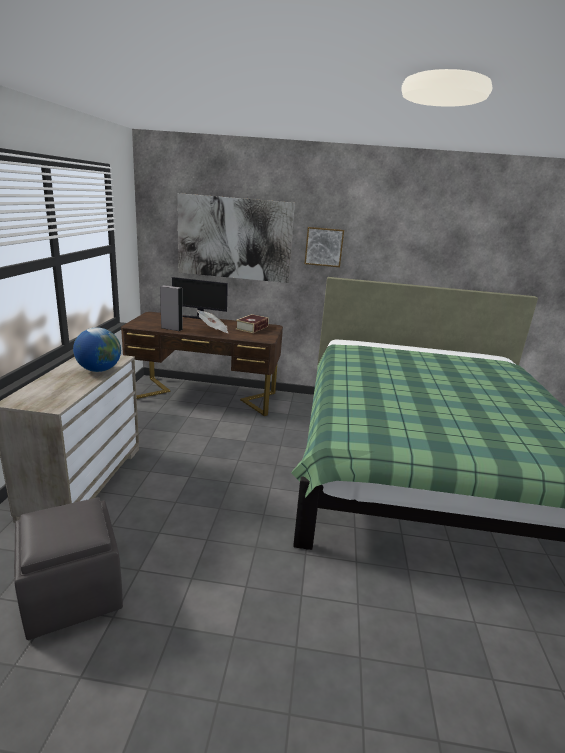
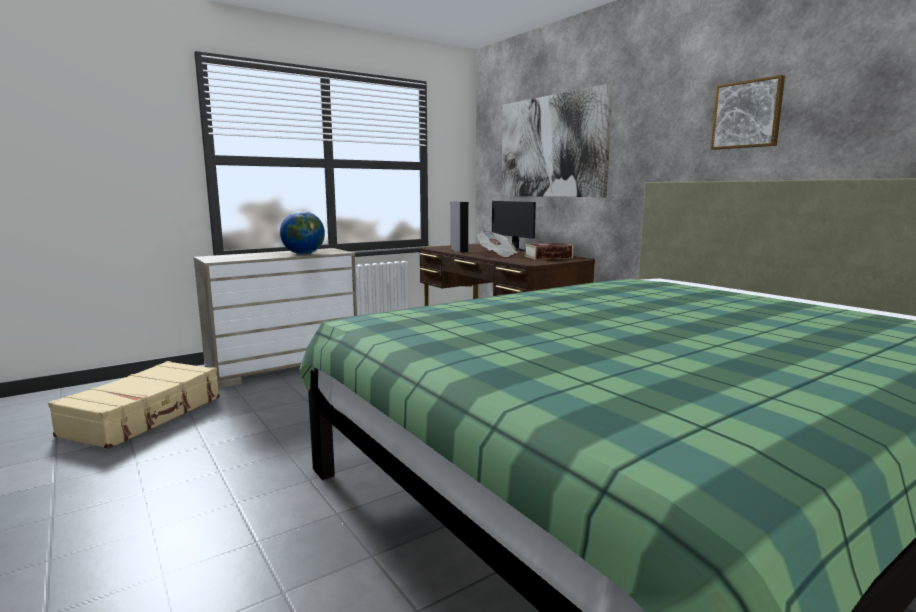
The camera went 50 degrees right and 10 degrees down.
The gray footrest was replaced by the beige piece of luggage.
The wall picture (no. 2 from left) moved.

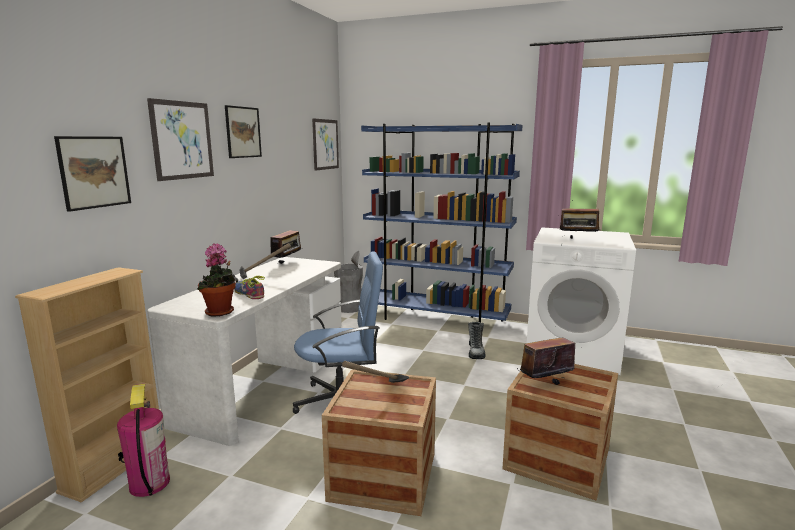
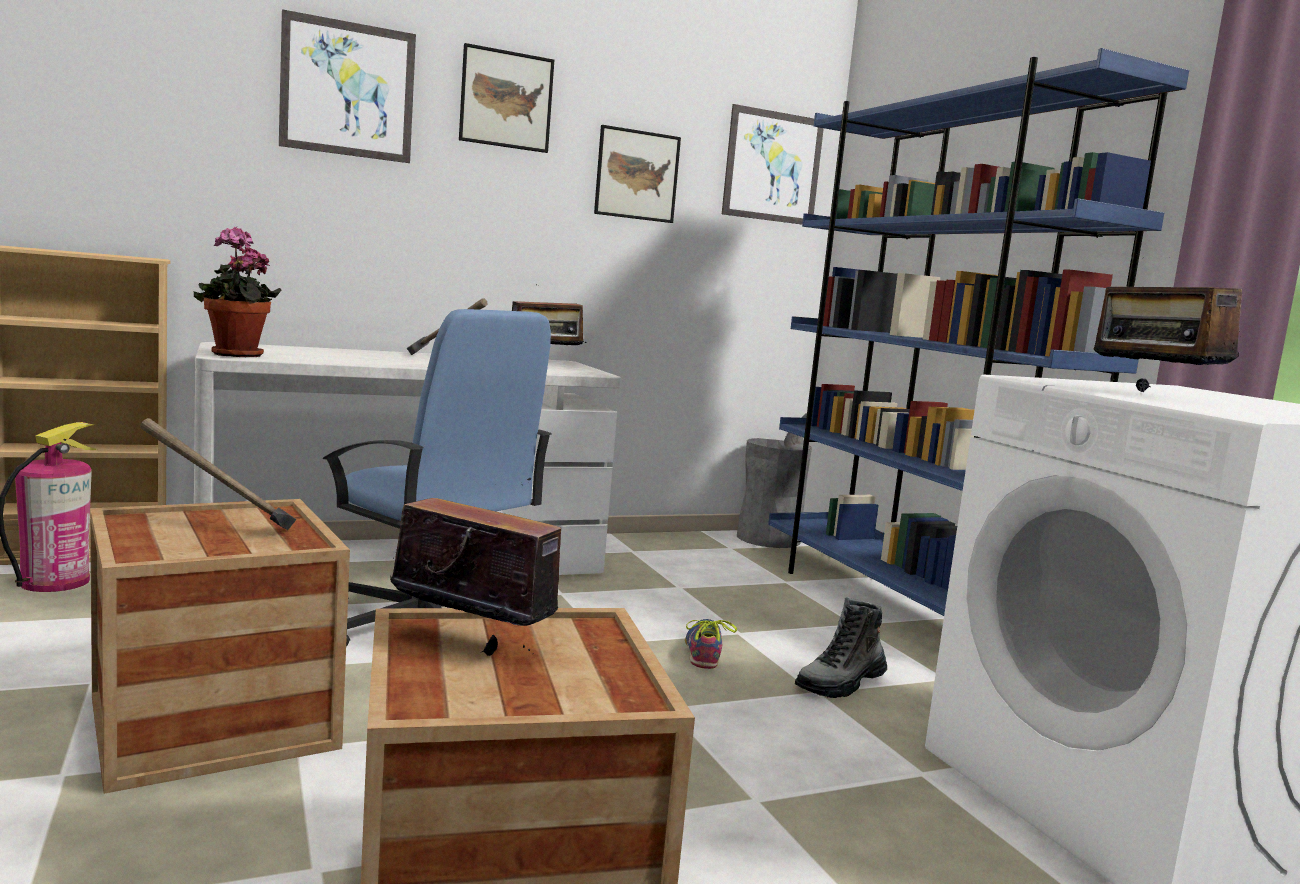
The camera went 45 degrees right and 5 degrees down.
The wall picture (no. 1 from left in the first image) moved.
The low shoe moved.

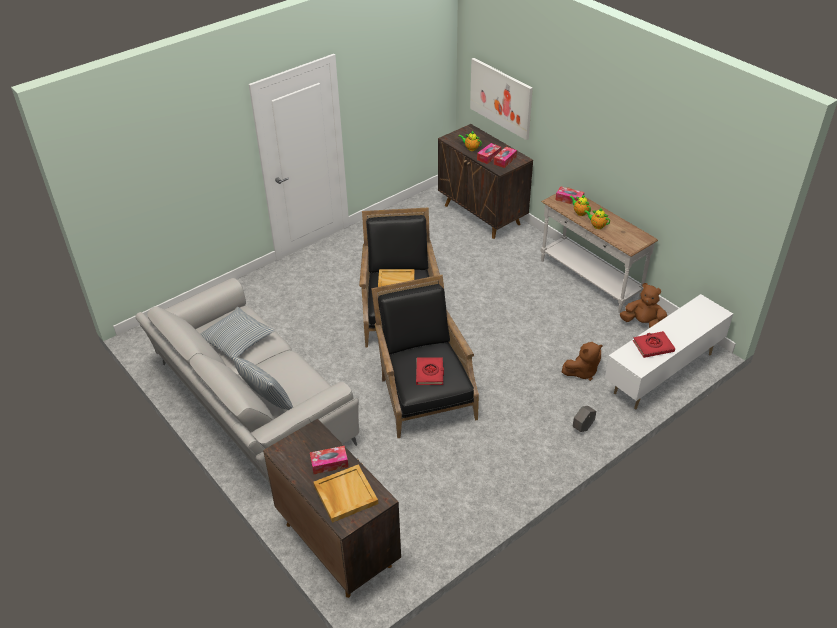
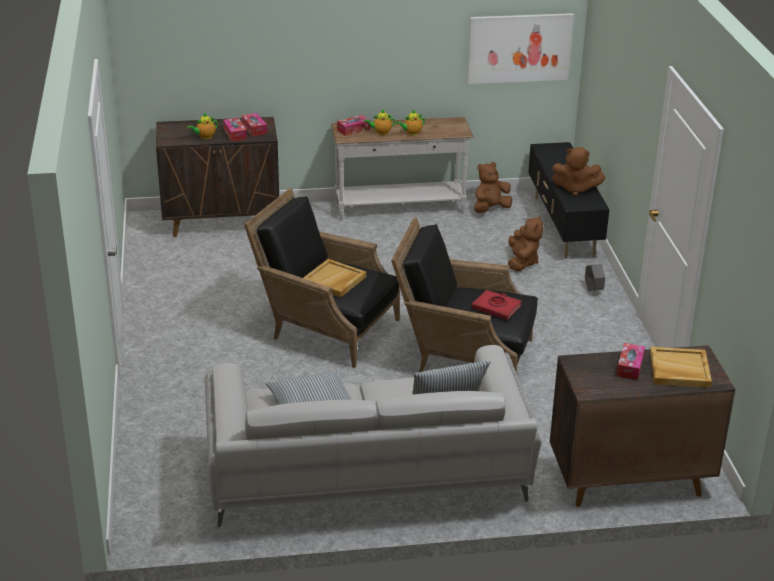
The camera went 60 degrees left and 10 degrees down.
The wall picture moved.
The white-coloured tv stand became the black-coloured tv stand.
The red-coloured book (no. 2 from left) was replaced by the brown plush toy (no. 3 from left).

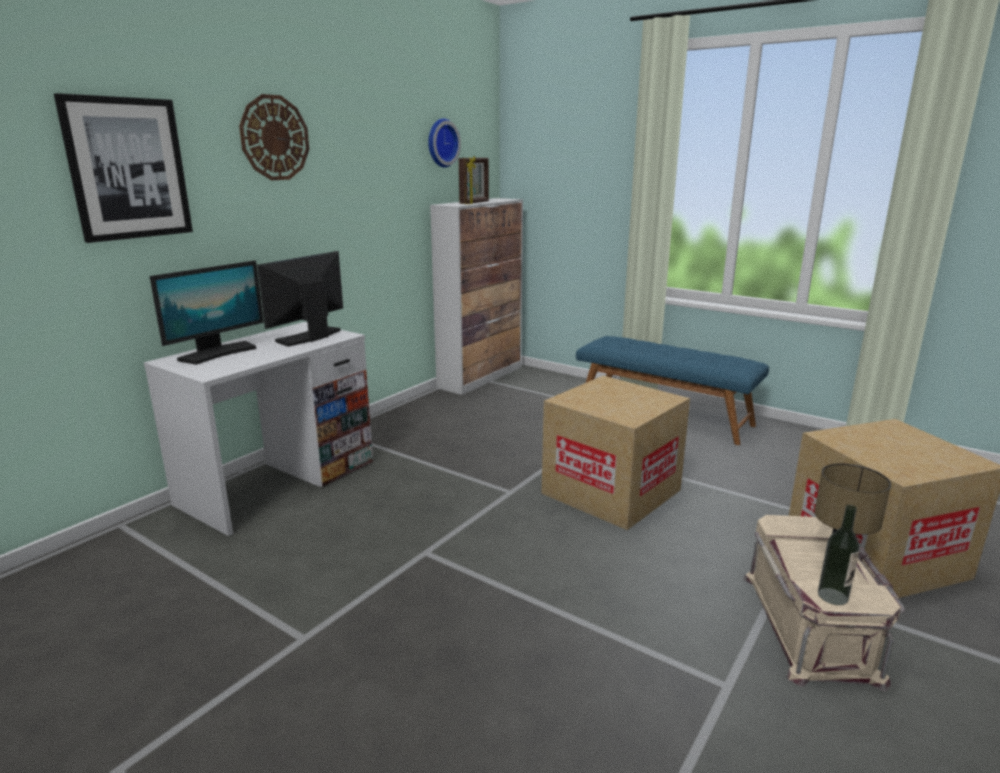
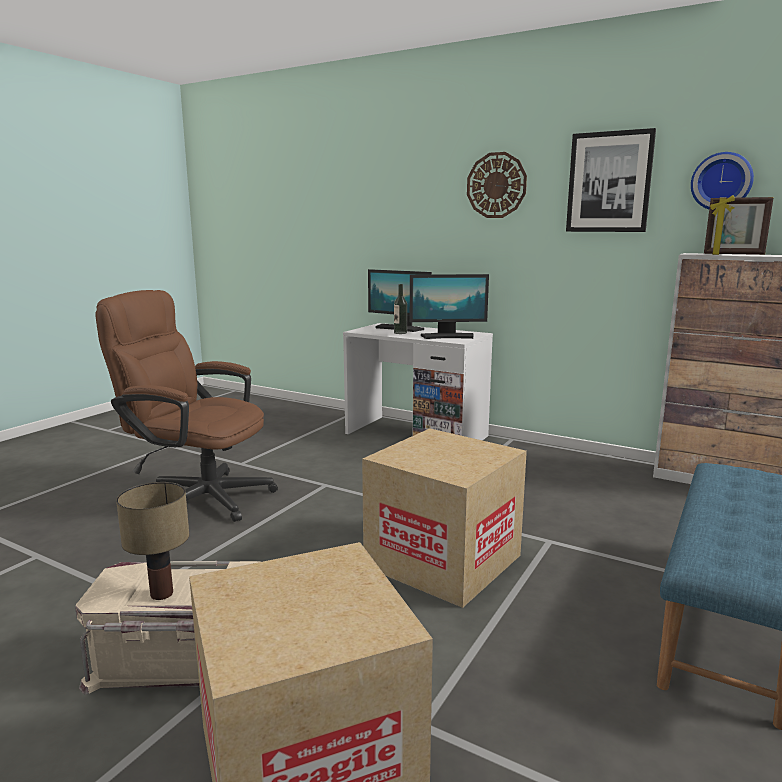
The camera went 85 degrees right and 5 degrees down.
The wall picture moved.
The computer display (no. 2 from left) turned 150 degrees clockwise.
The beverage bottle moved.
The brown computer chair appeared.

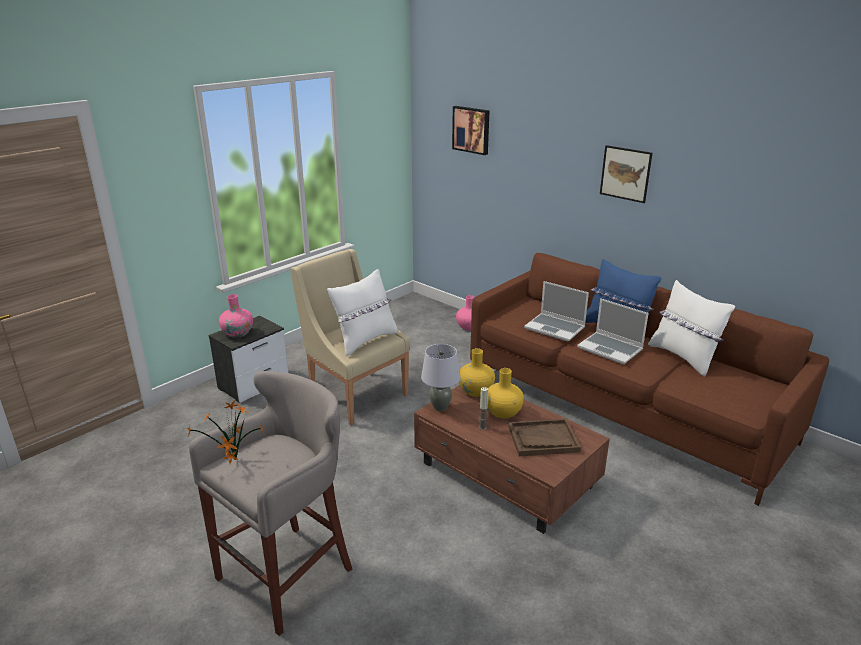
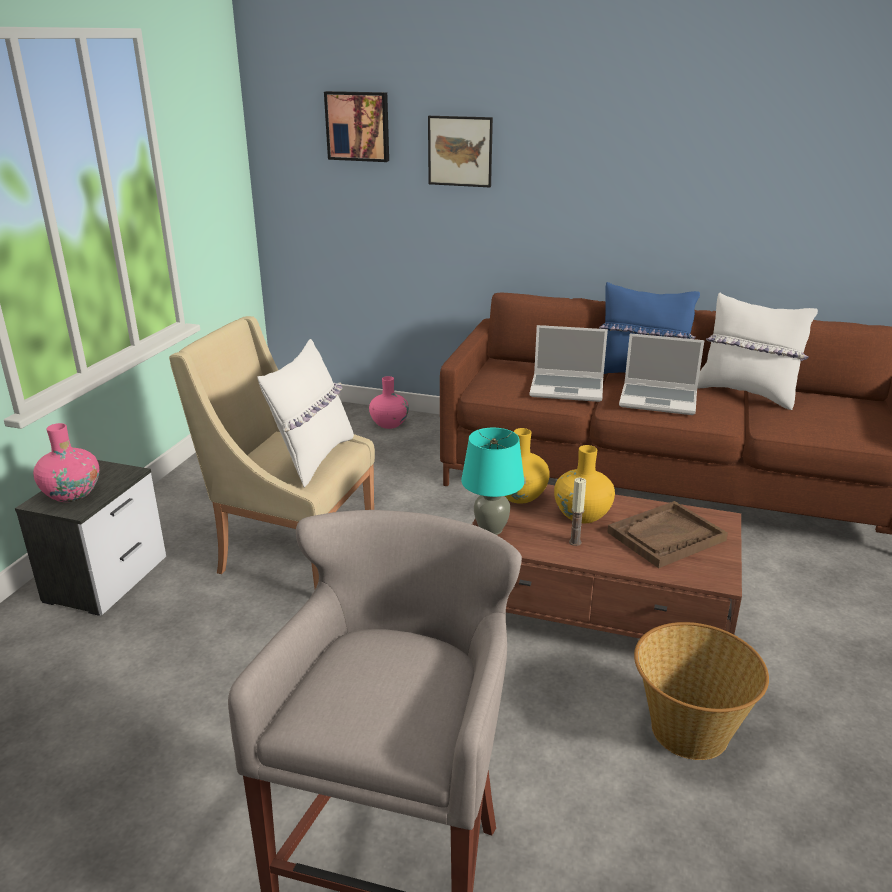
The camera went 25 degrees left and 0 degrees up.
The plant in a pot disappeared.
The gray table lamp became the turquoise table lamp.
The wall picture (no. 2 from left) moved.
The storage basket appeared.

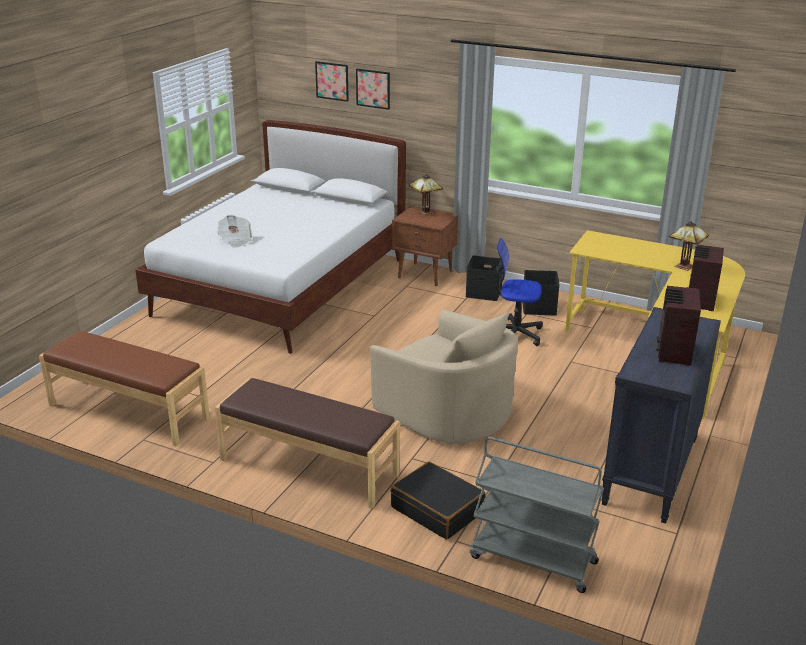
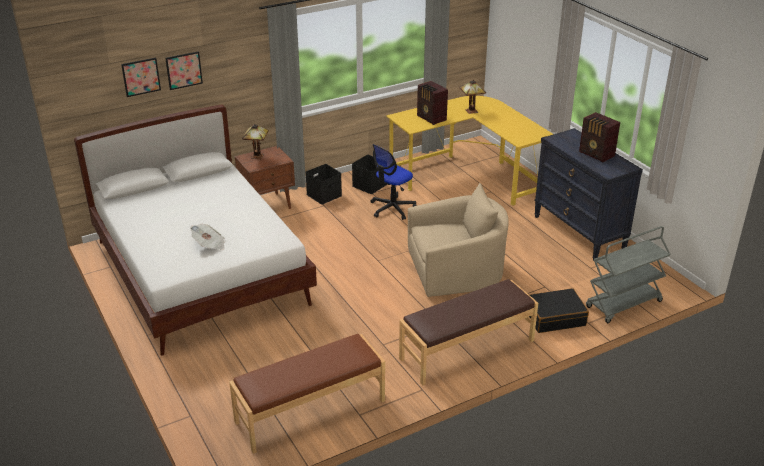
The camera went 55 degrees left and 5 degrees up.
The radio (no. 2 from left in the first image) moved.

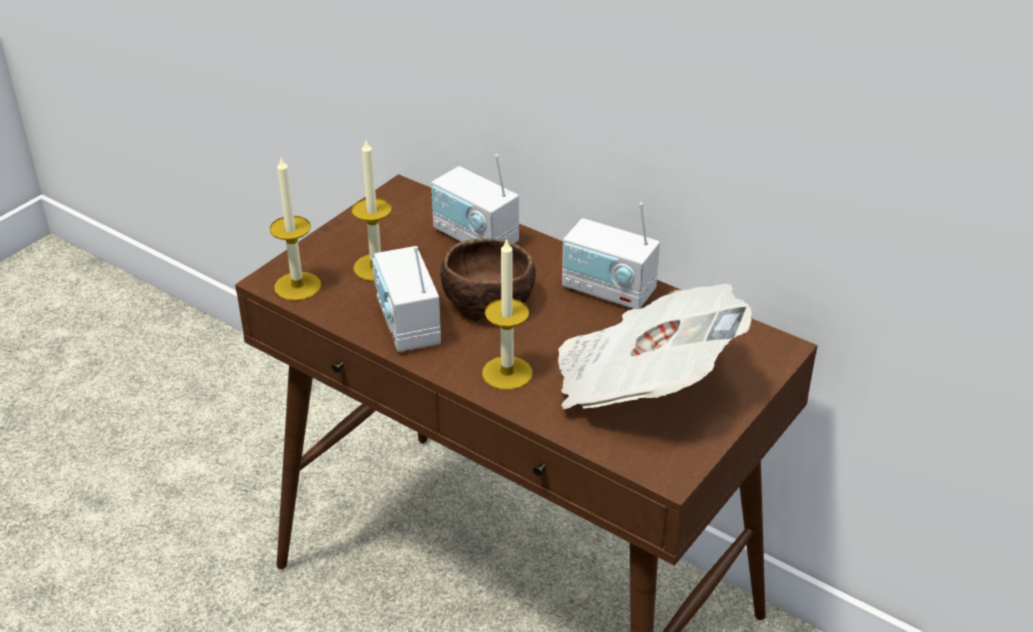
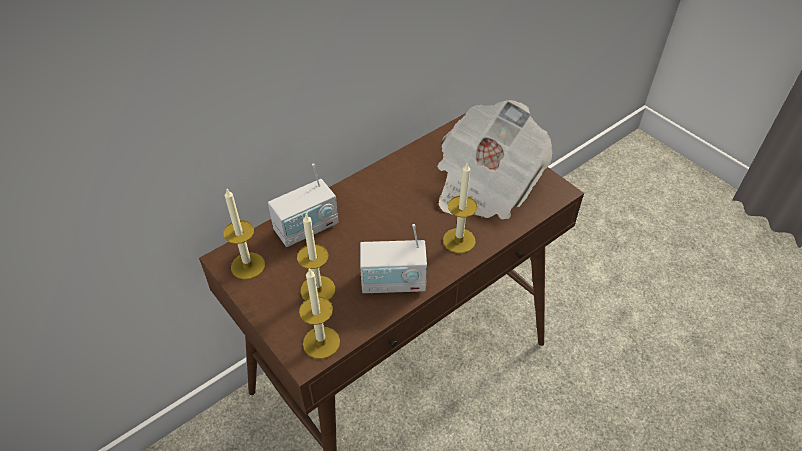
The camera went 75 degrees left and 10 degrees up.
The brown bowl disappeared.
The radio (no. 3 from left) disappeared.
The wax candle (no. 1 from left) appeared.

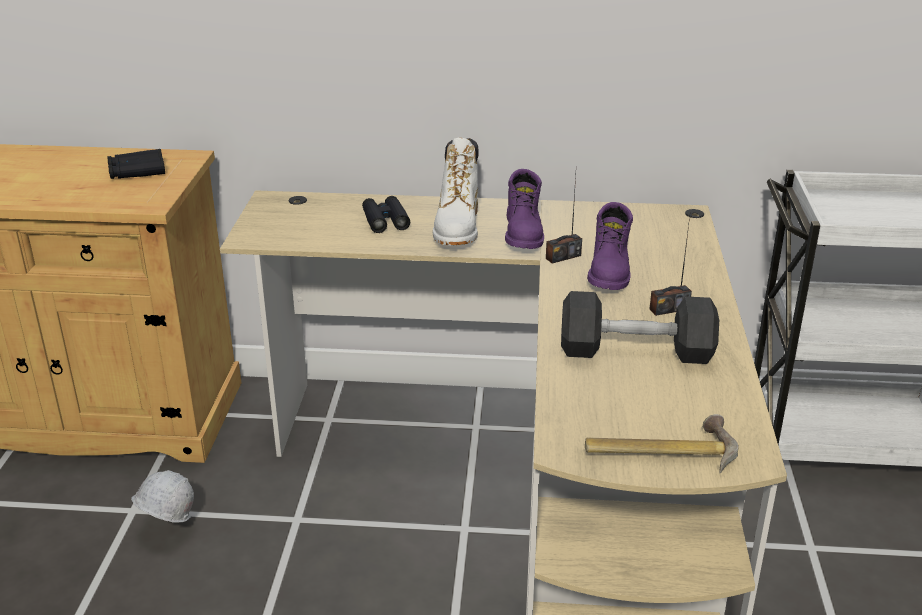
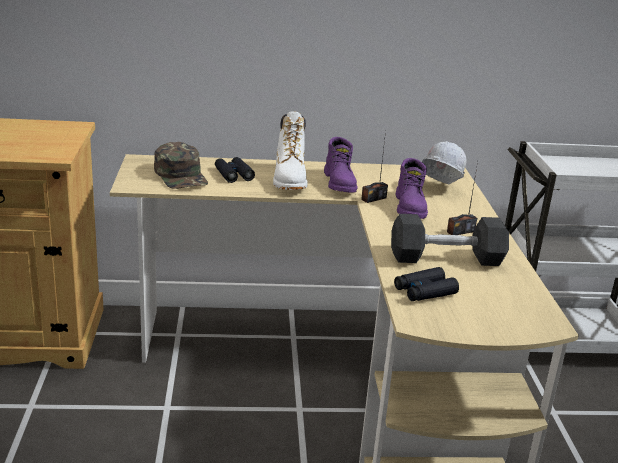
The camera went 10 degrees left and 5 degrees down.
The black-coloured pair of binoculars (no. 1 from left in the first image) moved.
The white-coloured hard hat moved.
The tool hammer disappeared.
The green baseball cap appeared.

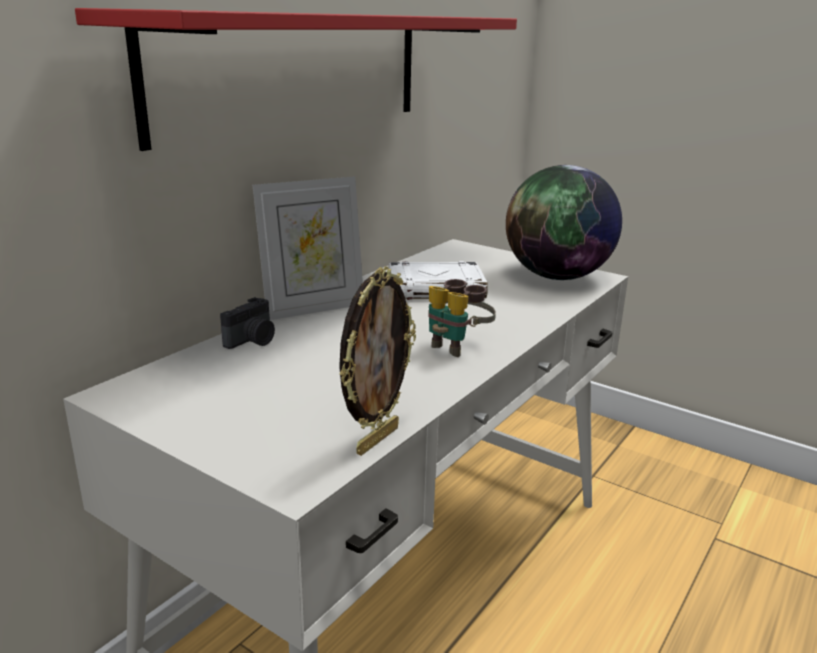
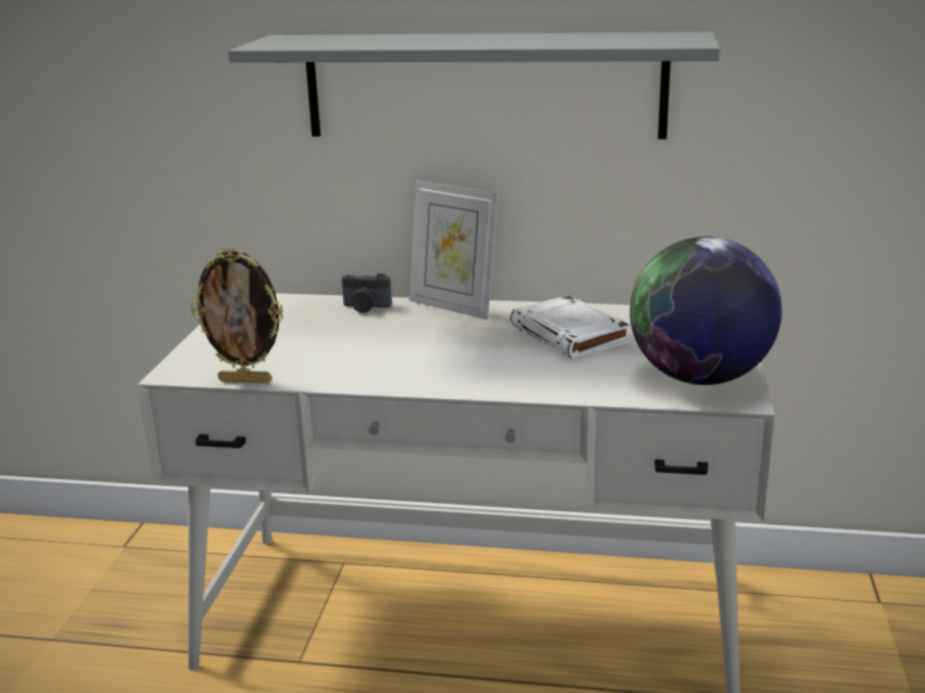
The camera went 65 degrees right and 0 degrees up.
The red-coloured shelf became the gray shelf.
The pair of binoculars disappeared.

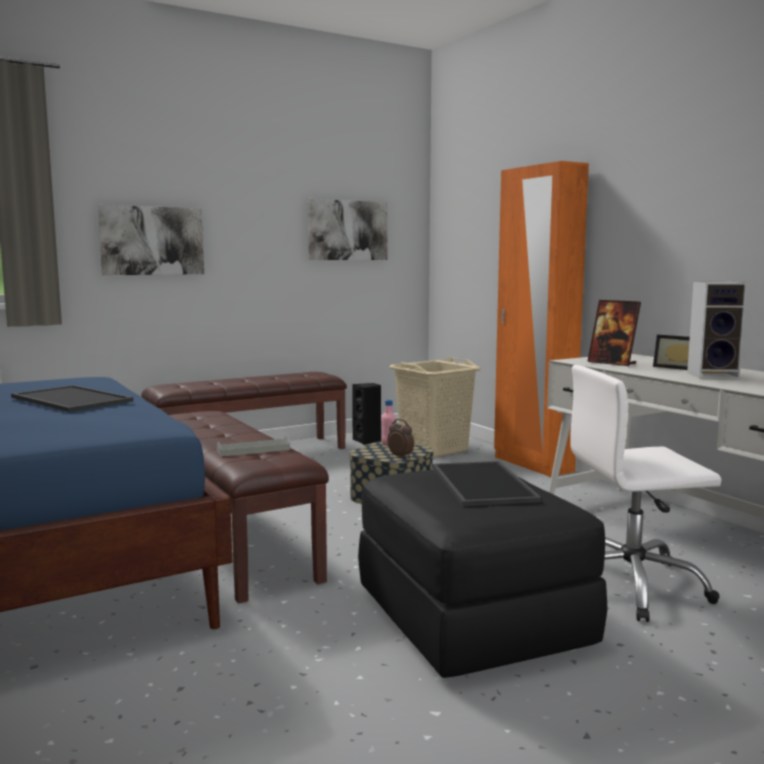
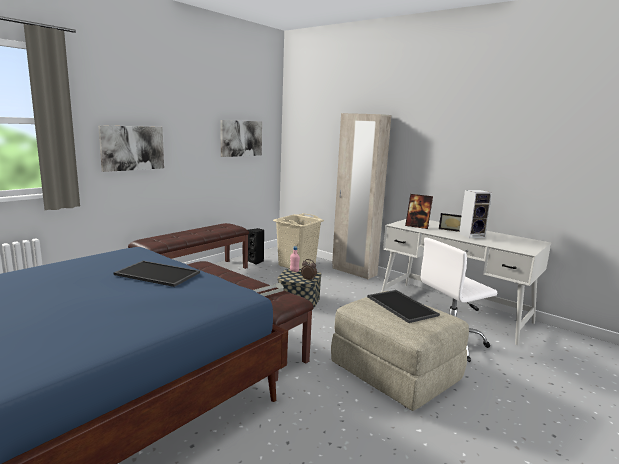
The camera went 20 degrees left and 5 degrees up.
The black-coloured footrest became the beige footrest.
The orange-coloured clothes cupboard became the beige clothes cupboard.

